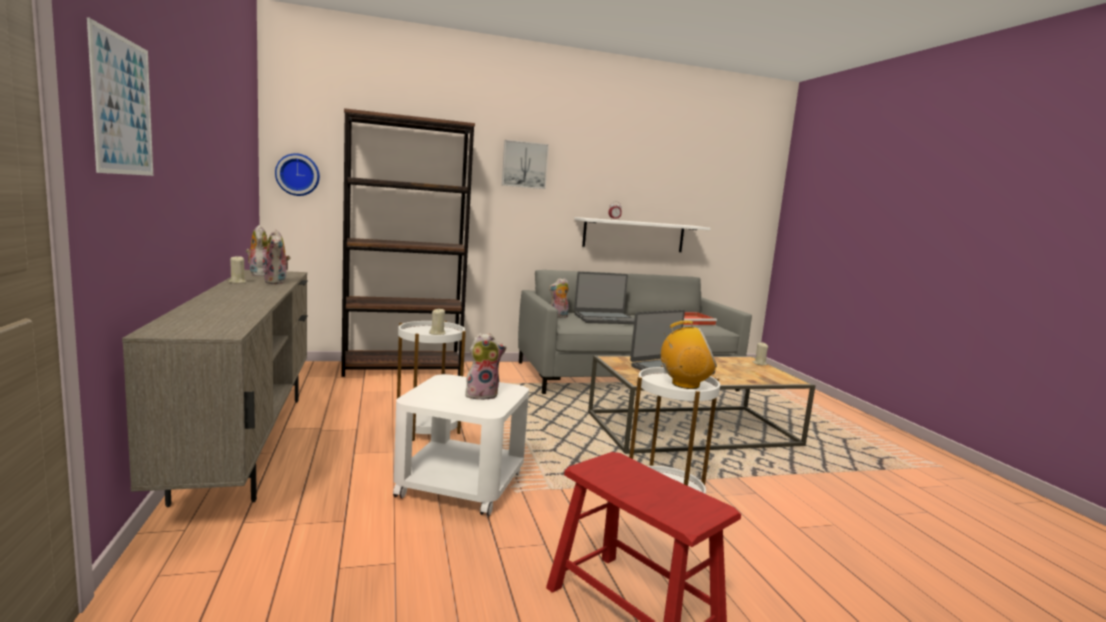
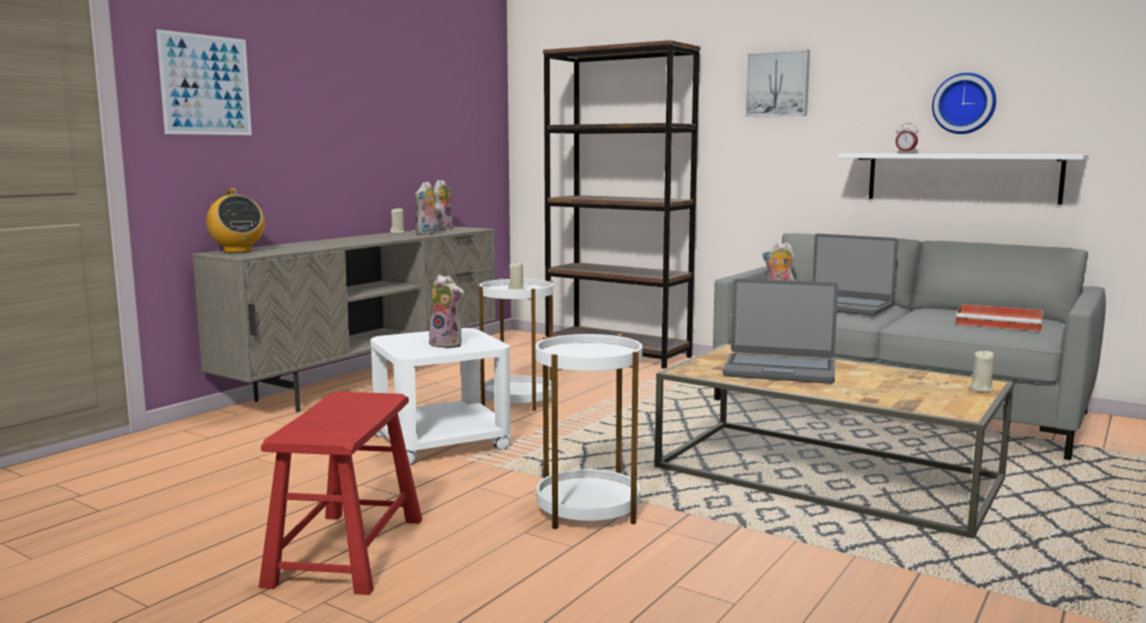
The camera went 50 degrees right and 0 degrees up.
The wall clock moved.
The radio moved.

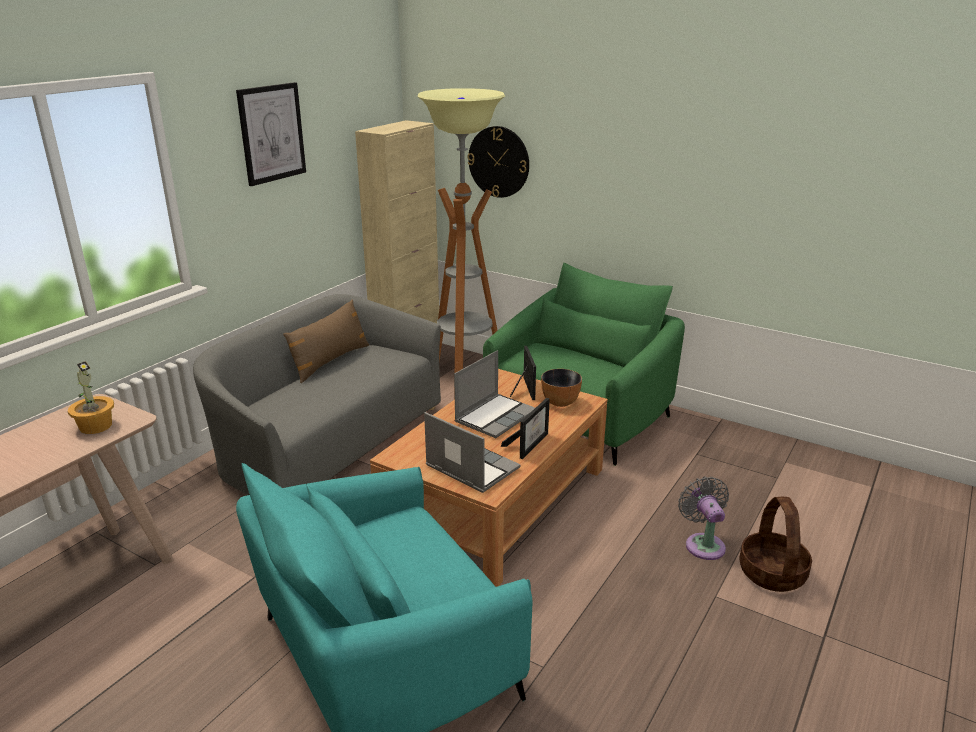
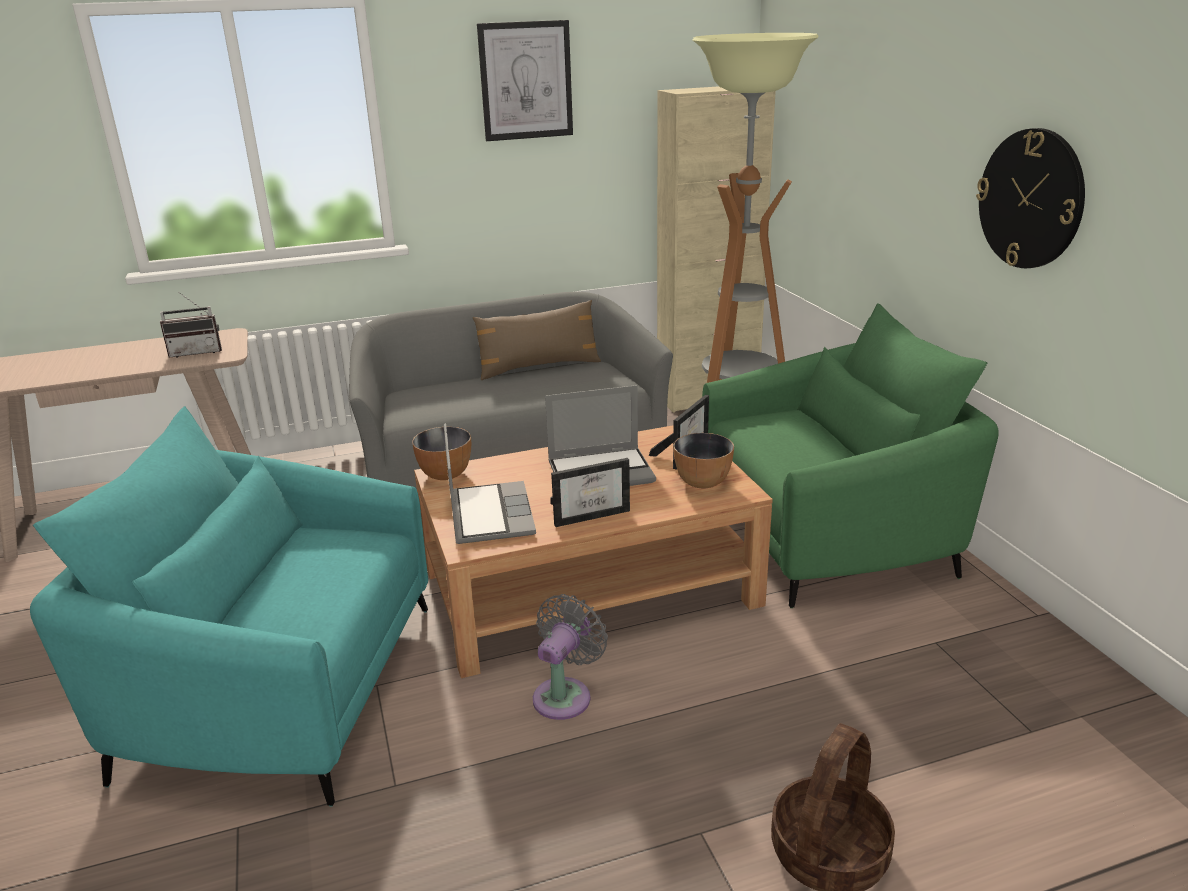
The camera went 40 degrees right and 0 degrees up.
The plant in a pot was replaced by the radio.
The wall clock moved.
The gray cooling fan moved.
The bowl (no. 1 from left) appeared.

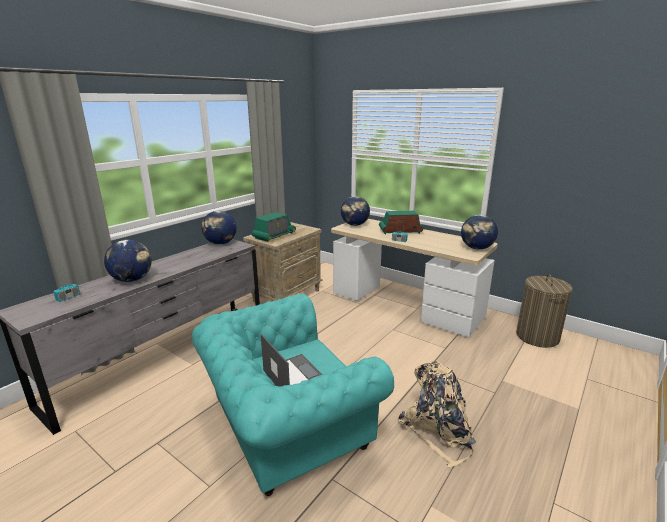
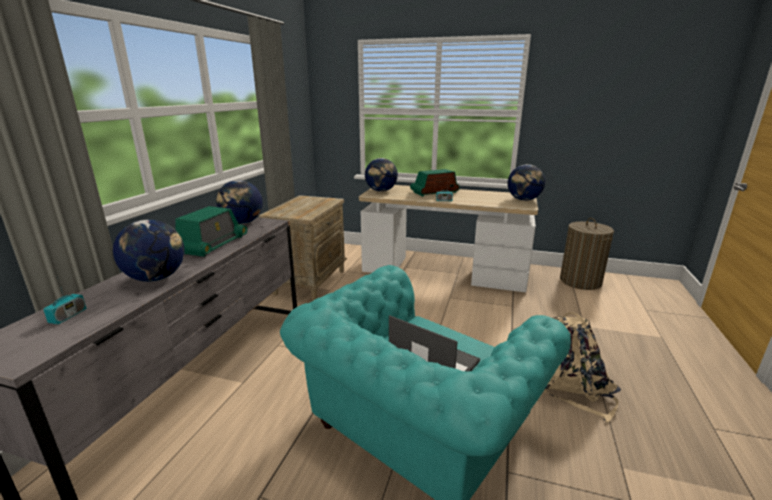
The camera went 20 degrees left and 0 degrees up.
The radio (no. 2 from left) moved.

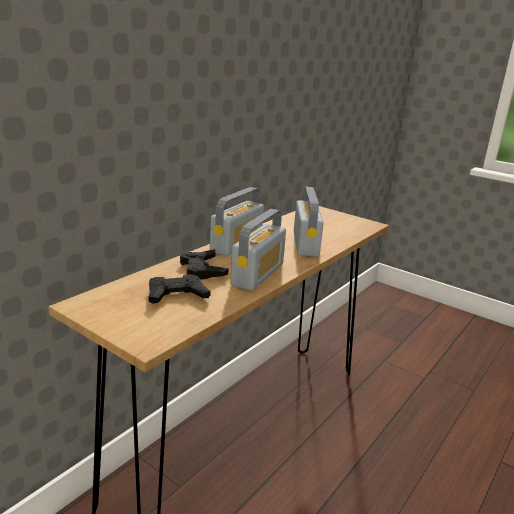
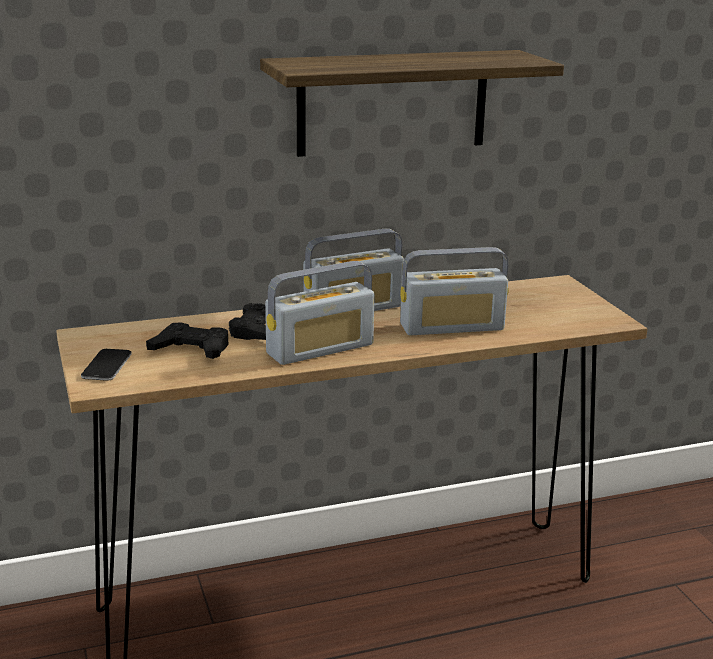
The camera went 35 degrees right and 0 degrees up.
The radio (no. 3 from left) turned 45 degrees clockwise.
The handset appeared.
The shelf appeared.

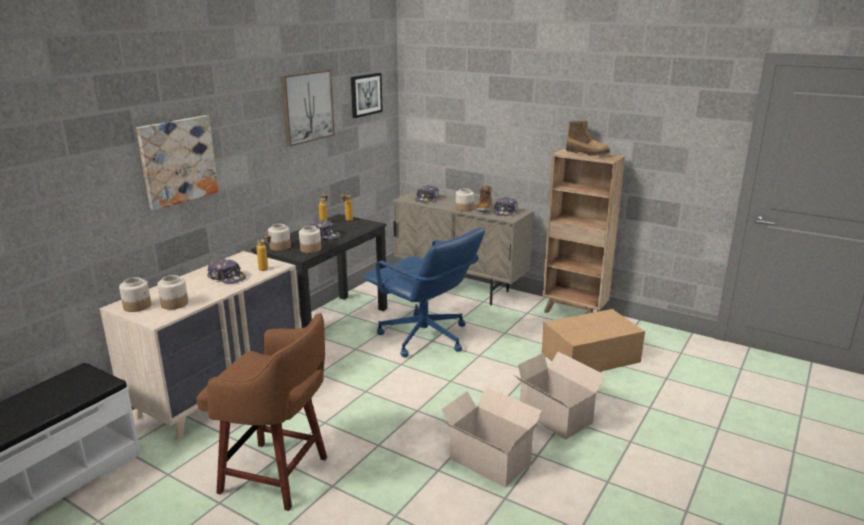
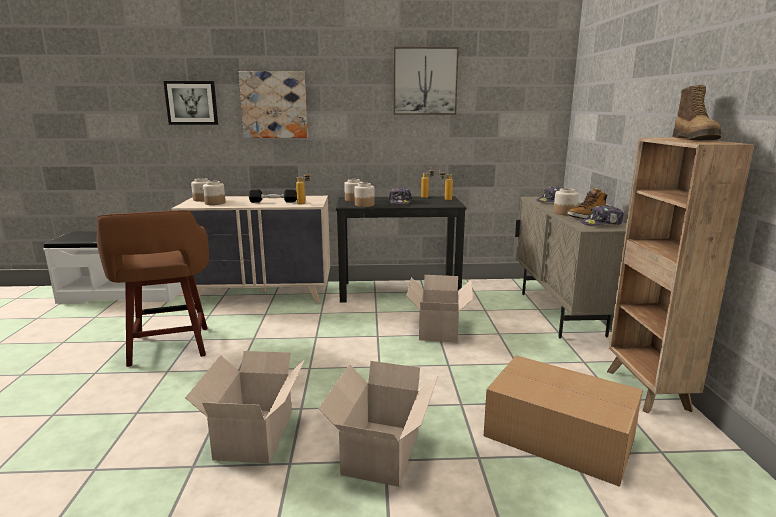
The camera went 55 degrees right and 5 degrees down.
The baseball cap (no. 1 from left) was replaced by the black-coloured hand weight.
The wall picture (no. 3 from left in the first image) moved.
The bluish computer chair was replaced by the cardboard box (no. 3 from left).

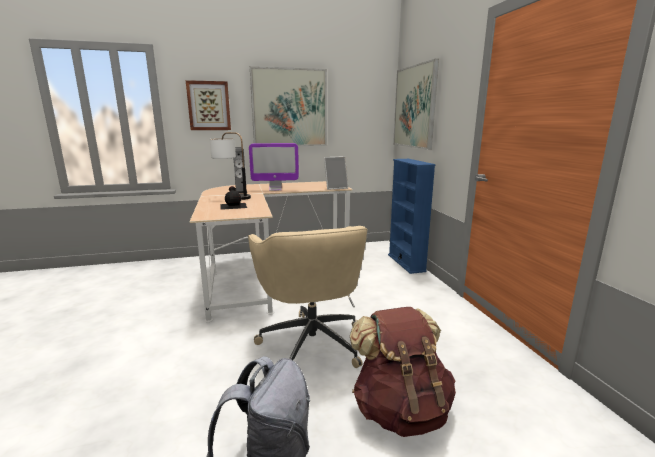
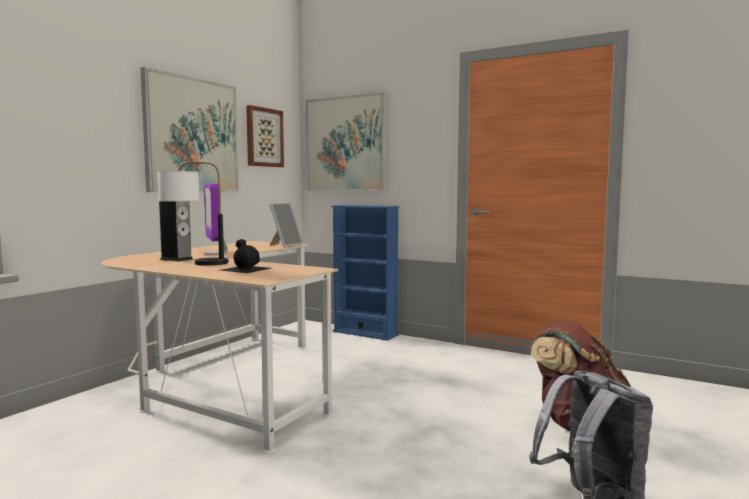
The camera went 45 degrees left and 10 degrees down.
The wall picture (no. 1 from left in the first image) moved.
The beige computer chair disappeared.
The computer display turned 120 degrees clockwise.

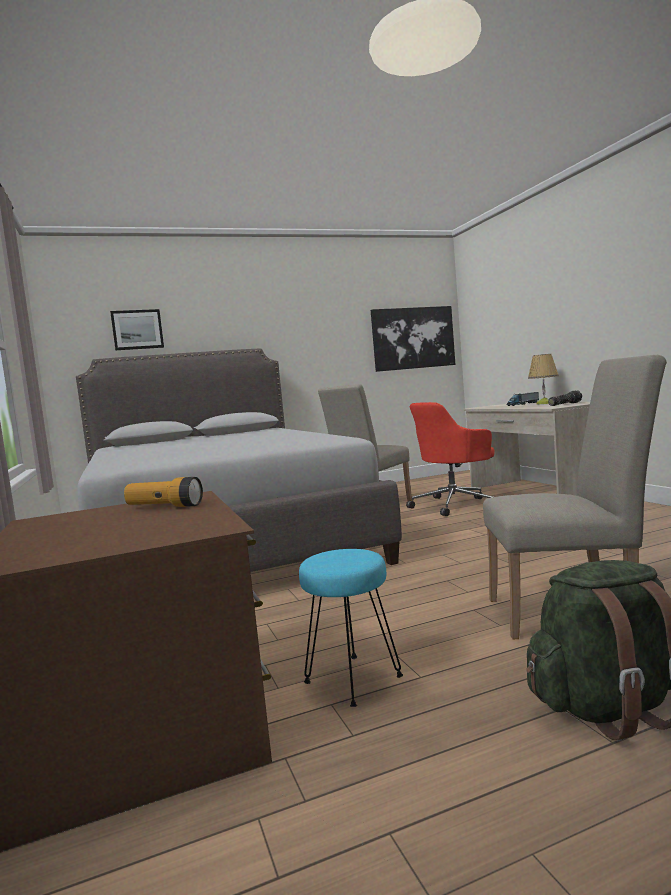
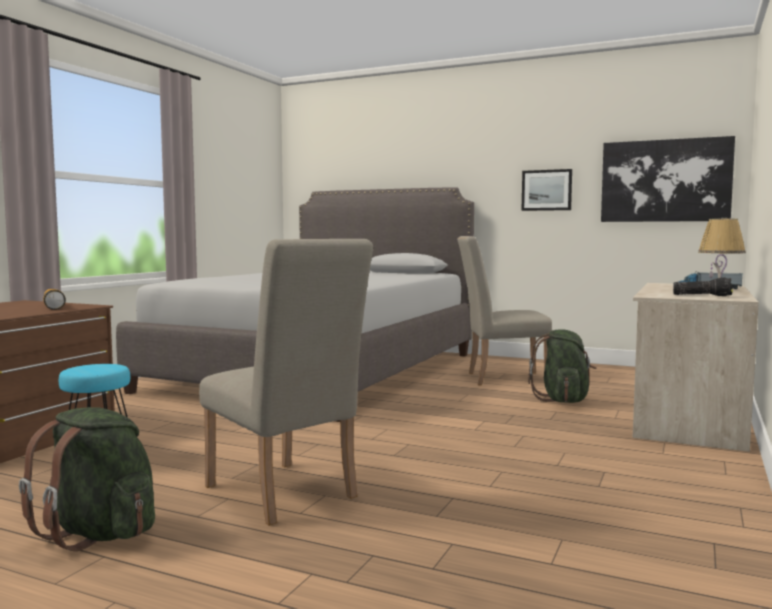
The camera went 45 degrees right and 0 degrees up.
The wall picture (no. 1 from left) moved.
The red-coloured computer chair was replaced by the green backpack (no. 2 from left).

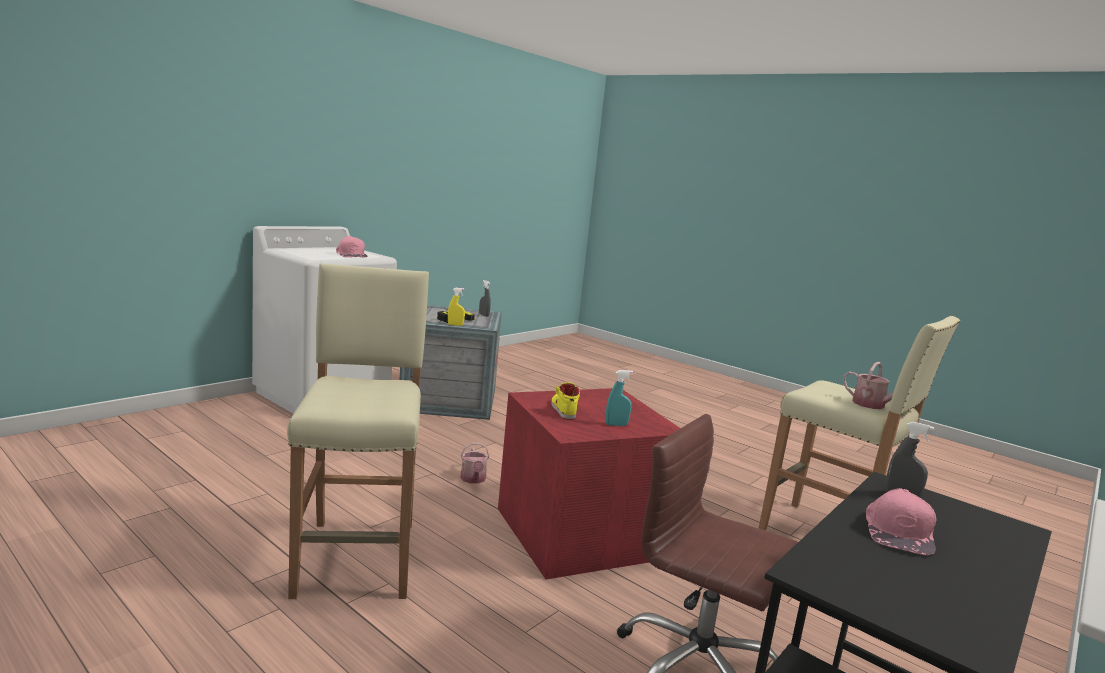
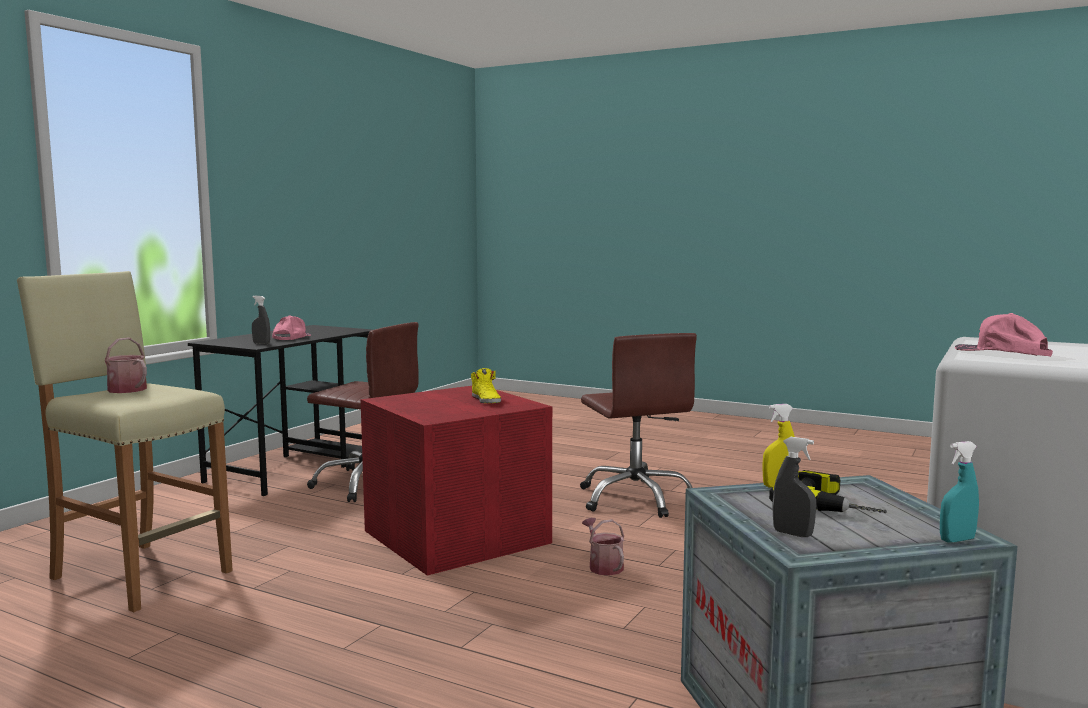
The camera went 170 degrees right and 5 degrees down.
The beige stool seat (no. 1 from left) was replaced by the brown computer chair (no. 2 from left).
The turquoise sprayer moved.

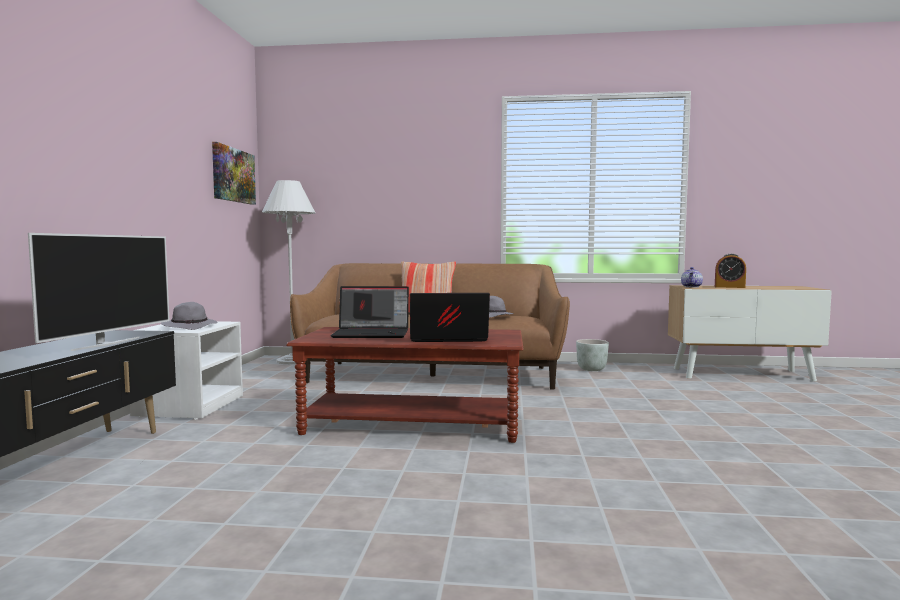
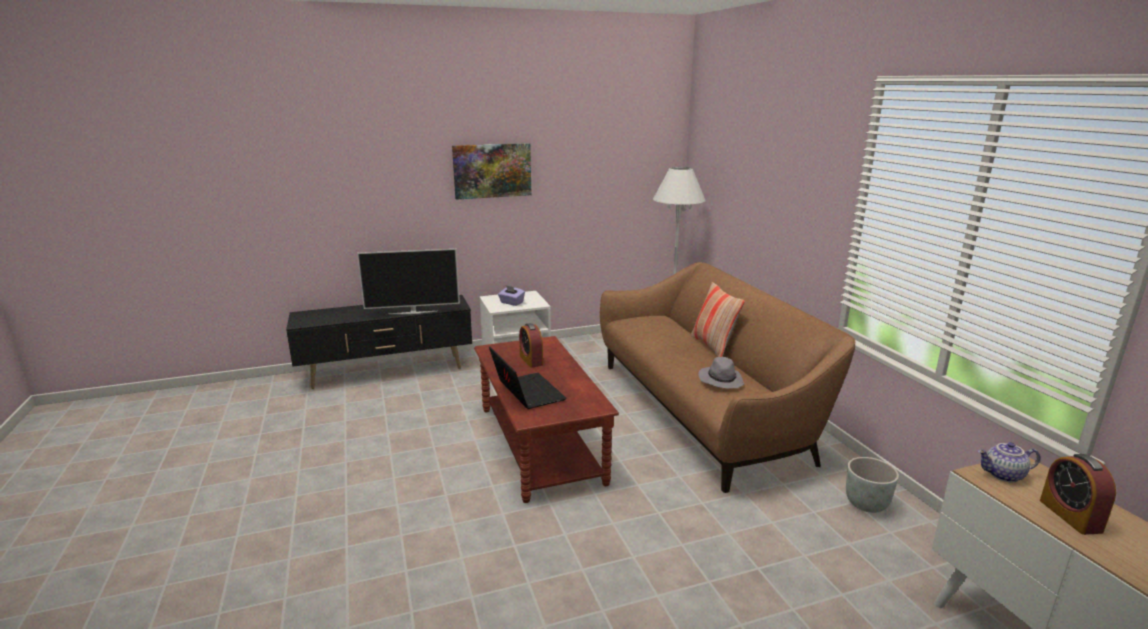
The camera went 65 degrees right and 15 degrees up.
The gray clothing hat (no. 1 from left) was replaced by the purple box of tissues.
The wall picture moved.
The portable computer (no. 1 from left) was replaced by the bedside clock (no. 1 from left).

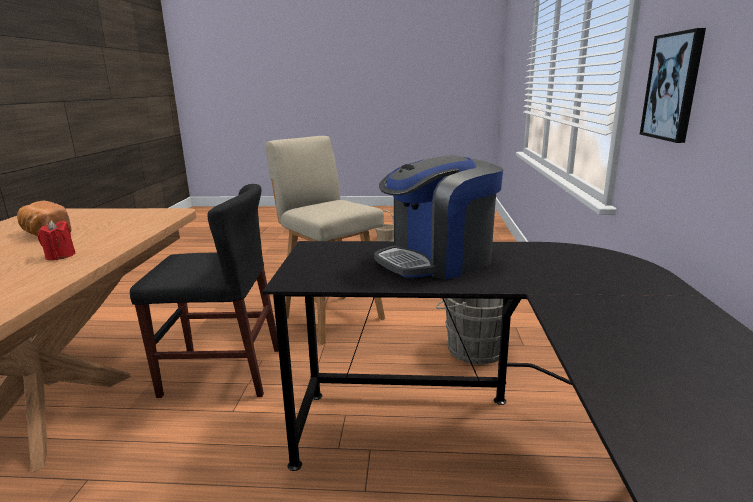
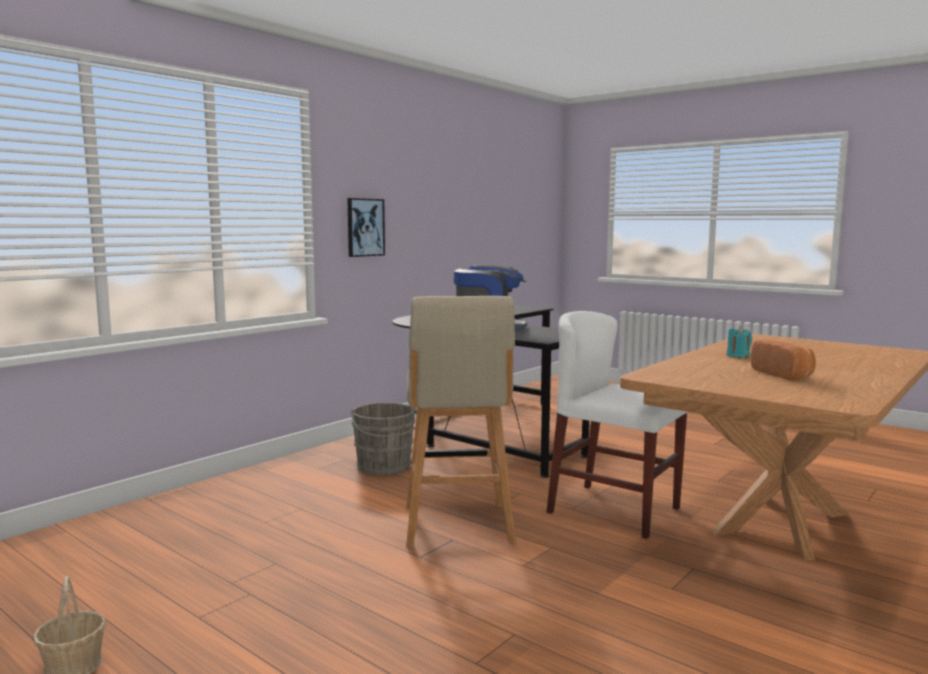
The camera went 145 degrees left and 10 degrees down.
The red-coloured wax candle became the turquoise wax candle.
The black-coloured upright chair became the white-coloured upright chair.

